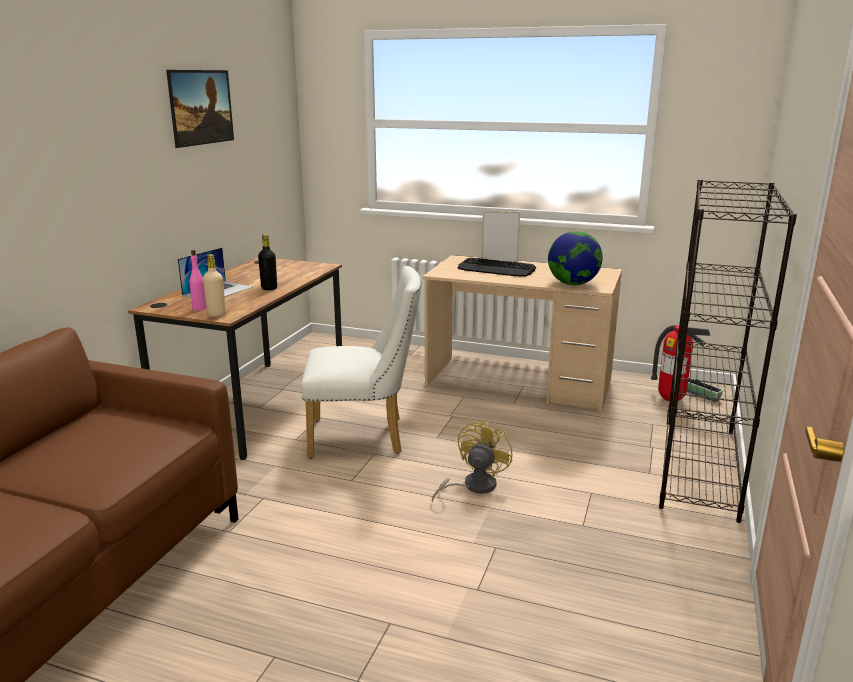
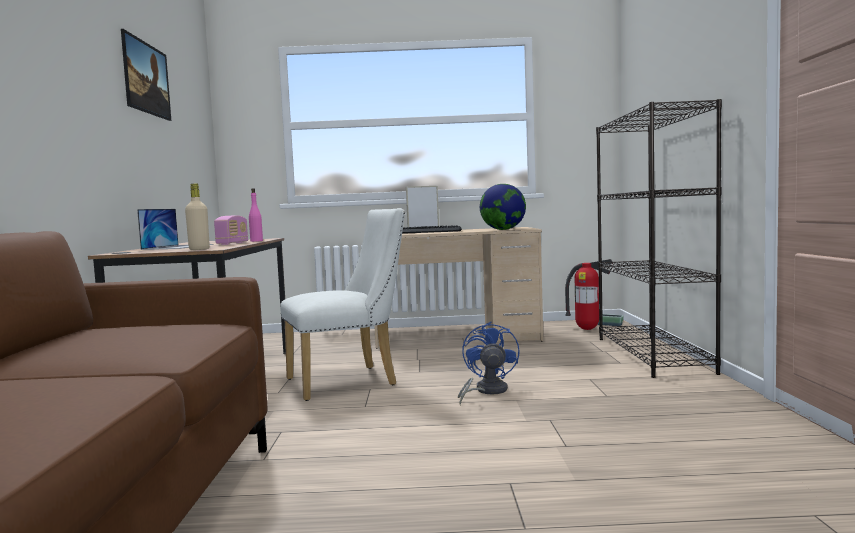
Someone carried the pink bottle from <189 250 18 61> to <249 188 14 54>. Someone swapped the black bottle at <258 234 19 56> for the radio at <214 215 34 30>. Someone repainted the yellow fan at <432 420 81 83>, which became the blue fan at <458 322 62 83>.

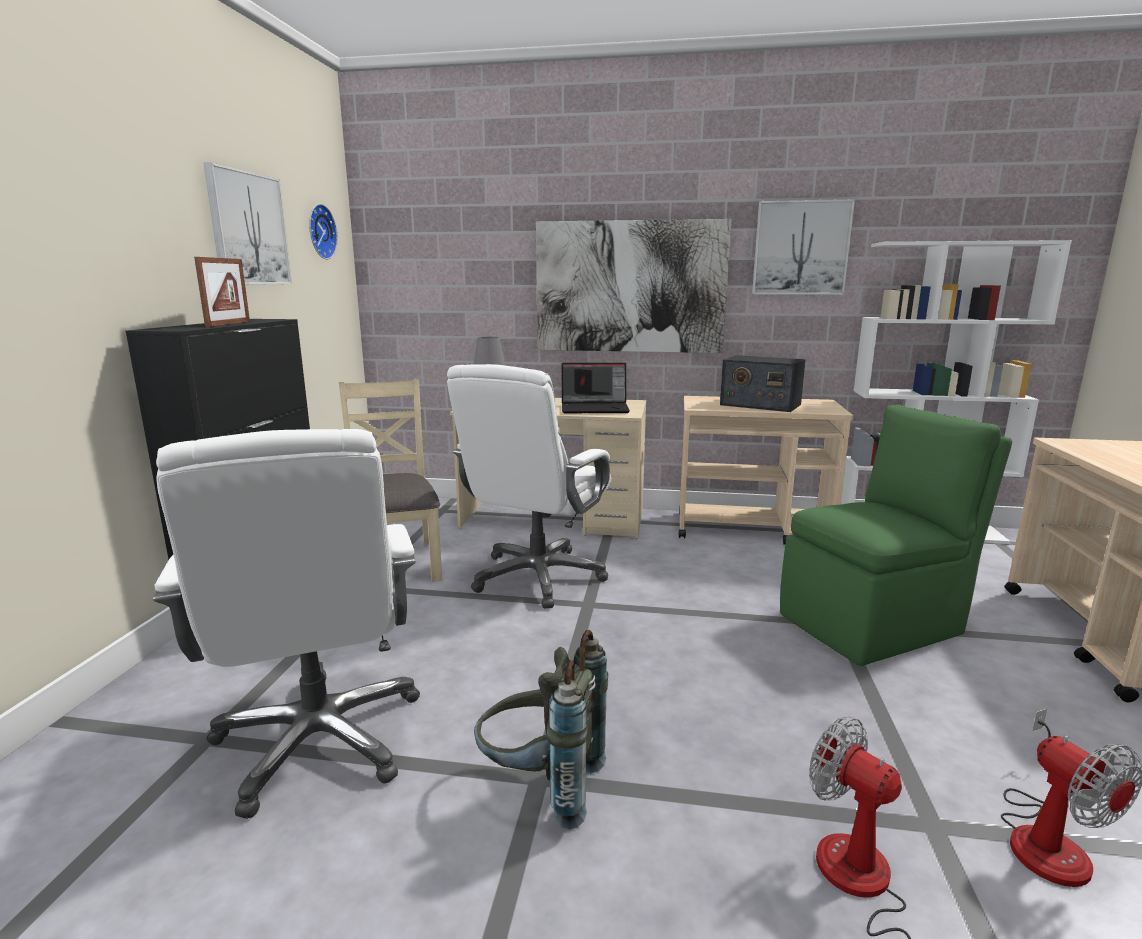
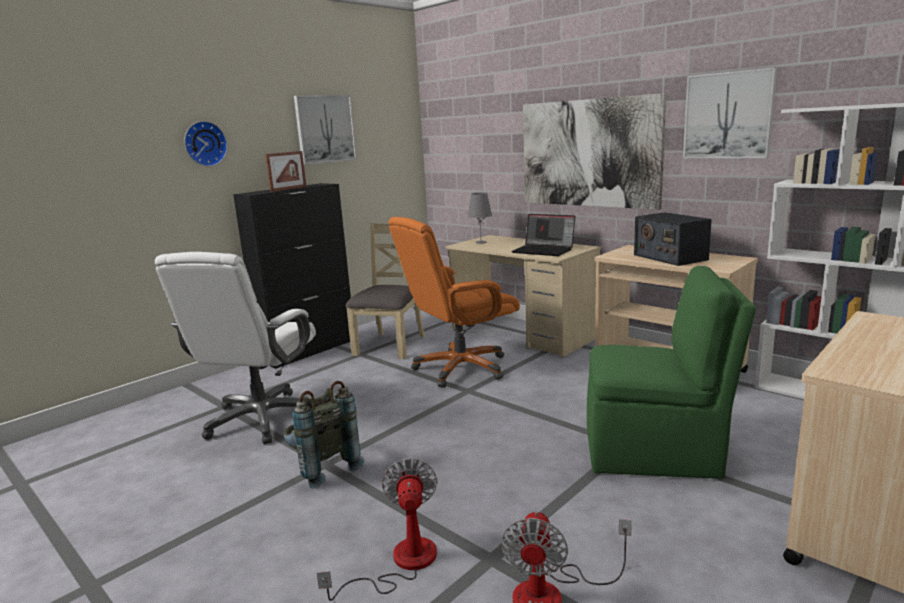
Someone carried the wall clock from <309 204 29 55> to <184 121 44 45>. Someone repainted the white office chair at <447 364 164 245>, which became the orange office chair at <388 217 132 171>.

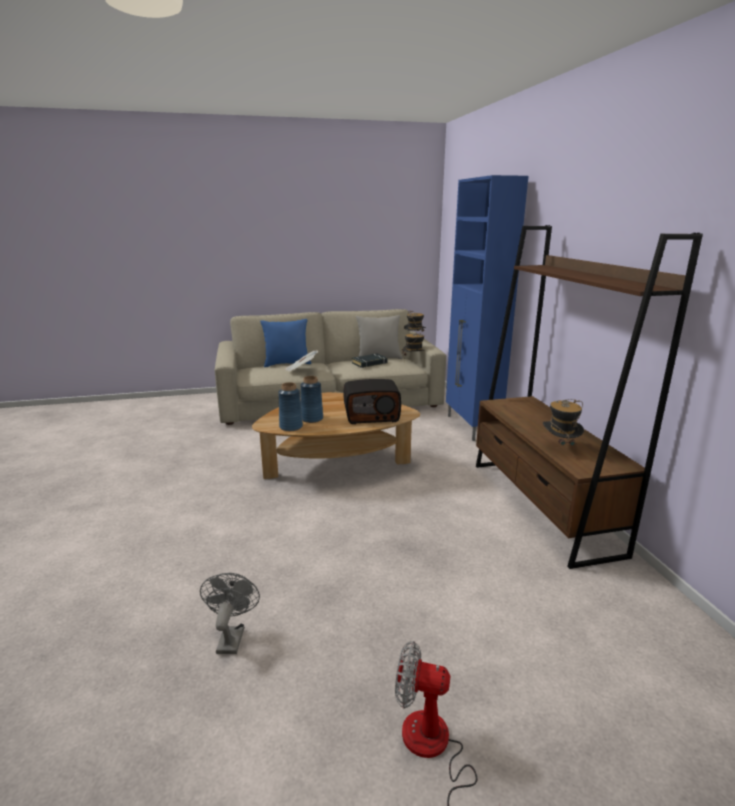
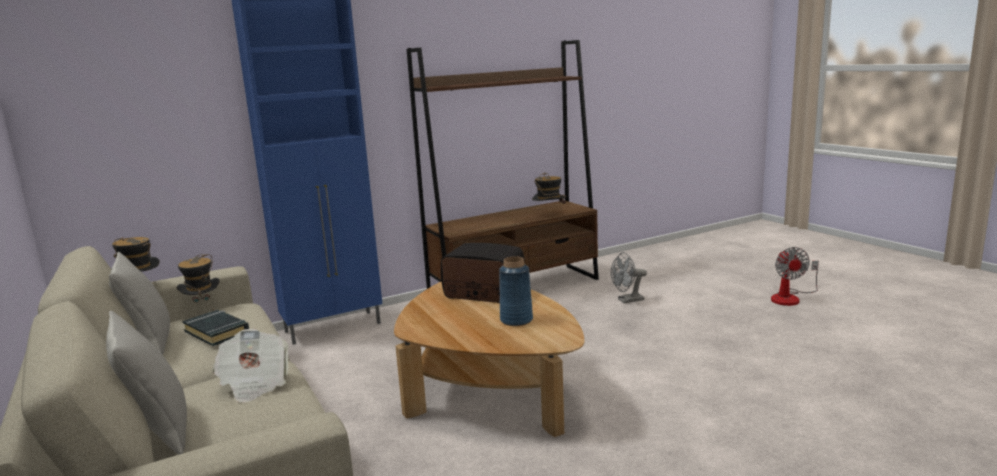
Someone carried the grey fan from <200 573 60 81> to <611 252 36 51>. Someone repainted the blue pillow at <260 319 51 48>, which became the grey pillow at <106 311 81 144>. Someone took away the blue vase at <278 382 25 49>. Someone rotated the radio at <344 379 57 45> by 45 degrees counterclockwise.

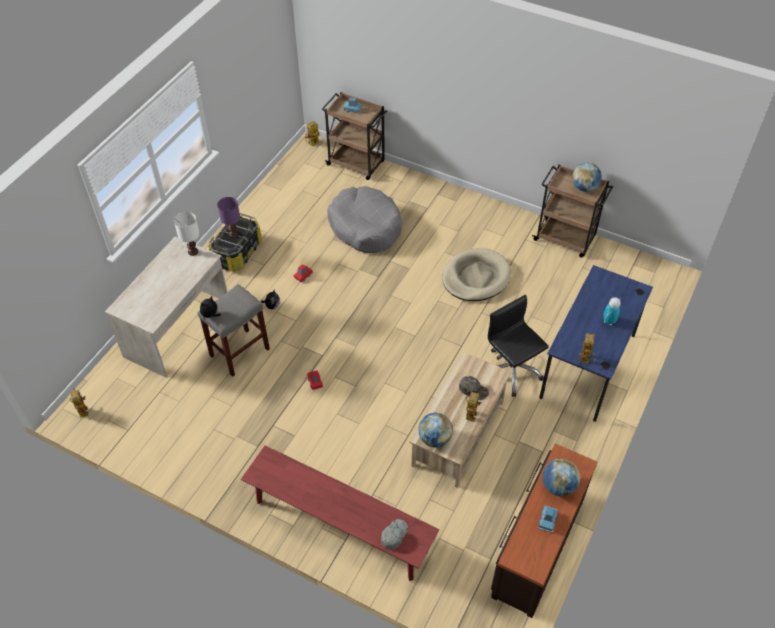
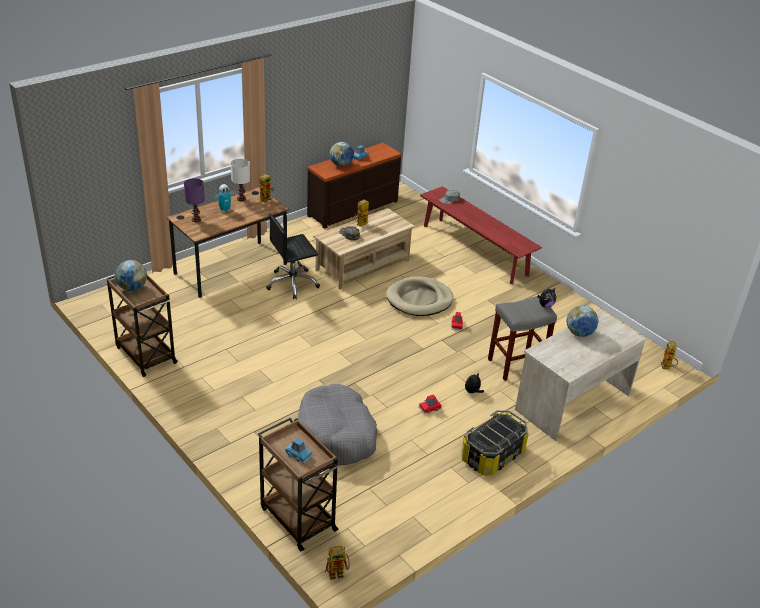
Someone carried the white table lamp from <174 212 26 44> to <231 159 19 42>. Someone carried the purple table lamp from <217 197 23 41> to <184 178 21 44>. Someone carried the globe from <419 413 34 35> to <566 305 33 32>. Someone carried the beige dog bed from <442 248 69 53> to <386 276 68 40>. Someone rotated the black office chair at <488 295 61 102> by 75 degrees clockwise. Someone repainted the blue desk at <539 265 114 157>, which became the brown desk at <167 187 122 111>.

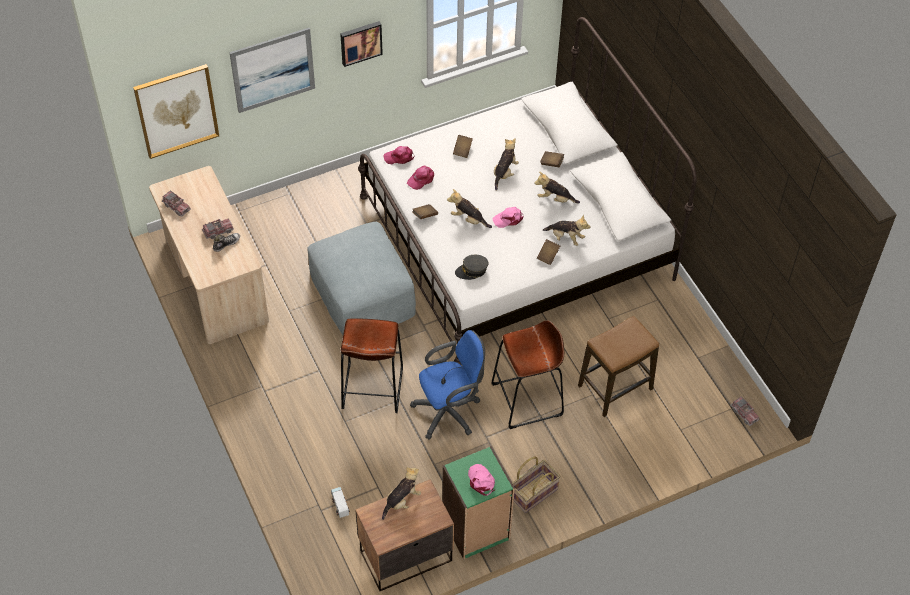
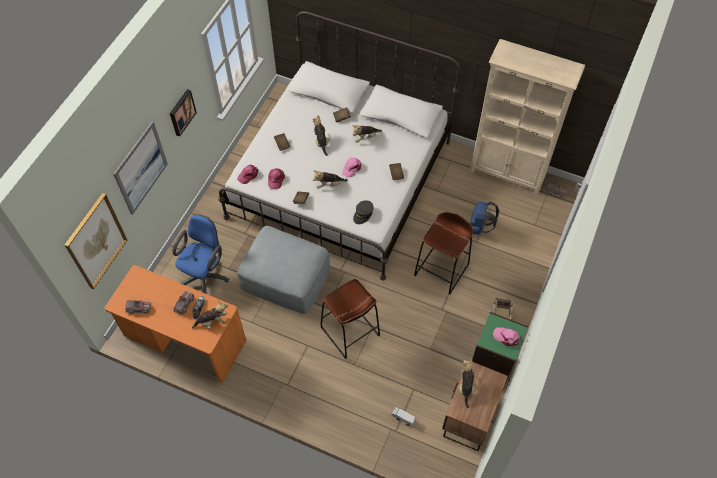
Someone repainted the beige desk at <149 166 120 178>, which became the orange desk at <105 265 141 118>. Someone carried the blue office chair from <410 330 75 110> to <173 214 56 80>. Someone carried the plush toy from <542 215 49 31> to <192 301 36 28>. Someone swapped the stool at <578 316 81 101> for the blue backpack at <470 202 29 33>. Someone put down the beige bookcase at <470 39 115 156>.

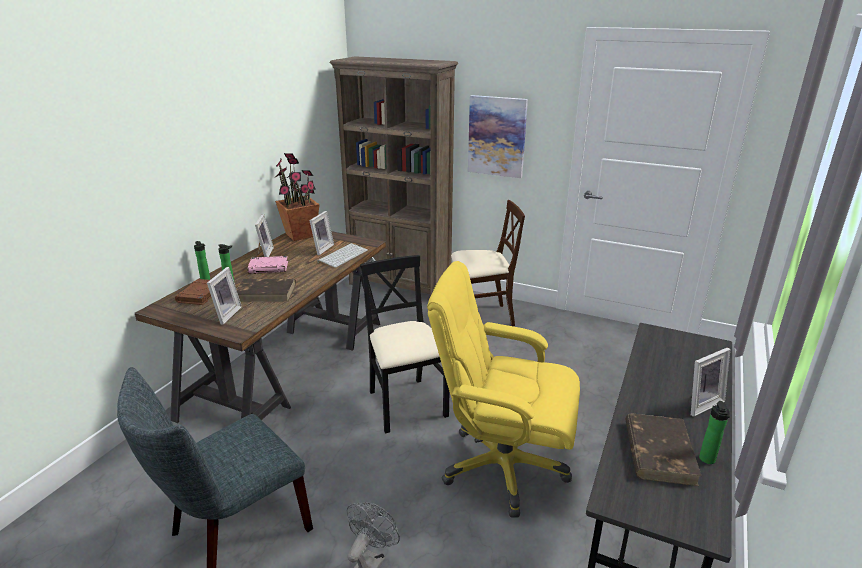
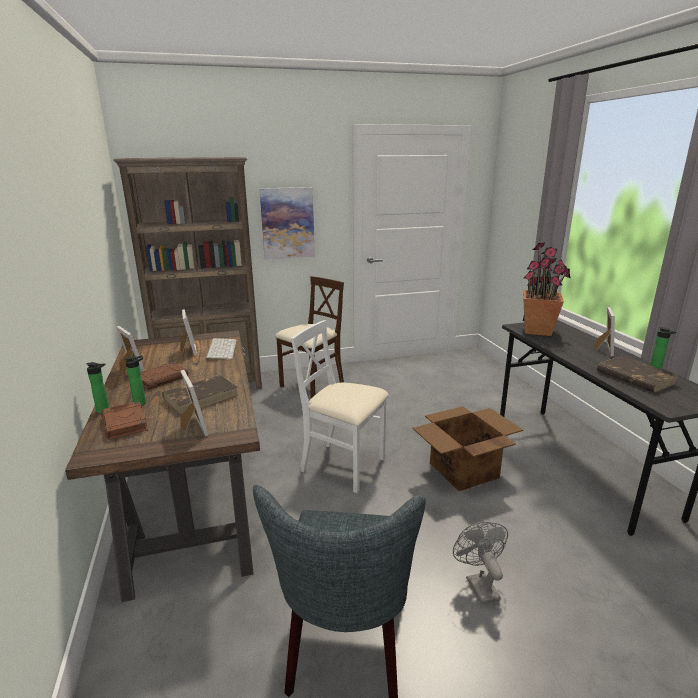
Someone repainted the pink book at <247 256 41 18>, which became the brown book at <140 362 48 28>. Someone carried the potted plant from <274 153 46 88> to <523 242 47 94>. Someone repainted the black chair at <360 255 89 179>, which became the white chair at <291 320 98 173>. Someone swapped the yellow office chair at <427 261 153 257> for the cardboard box at <413 406 110 85>.

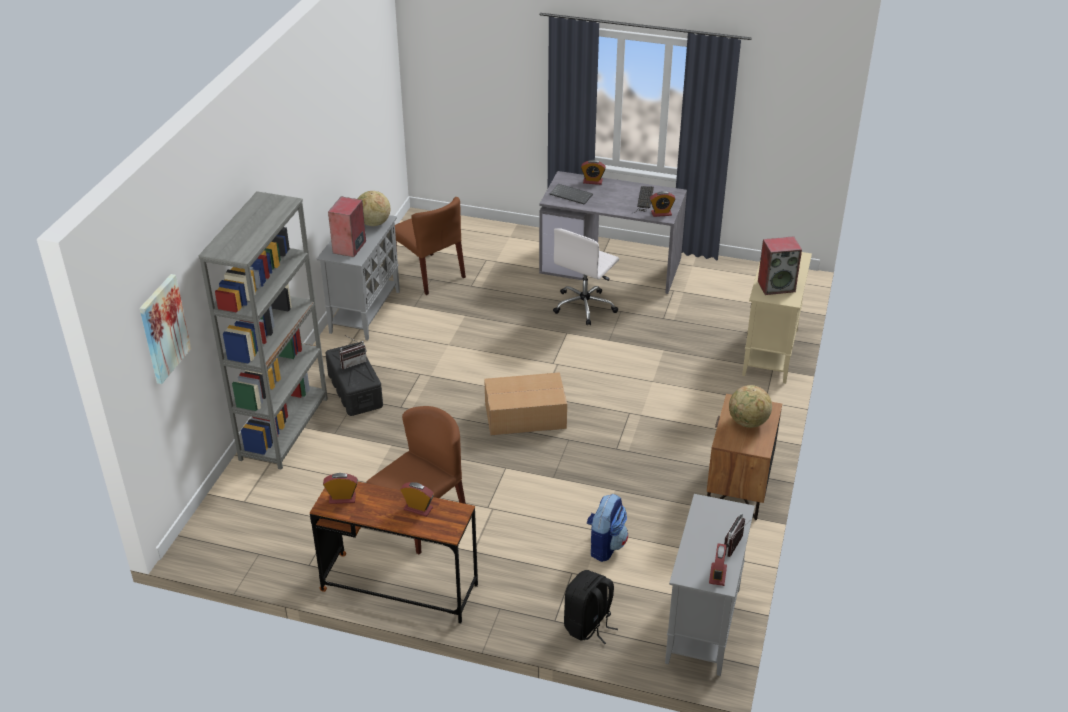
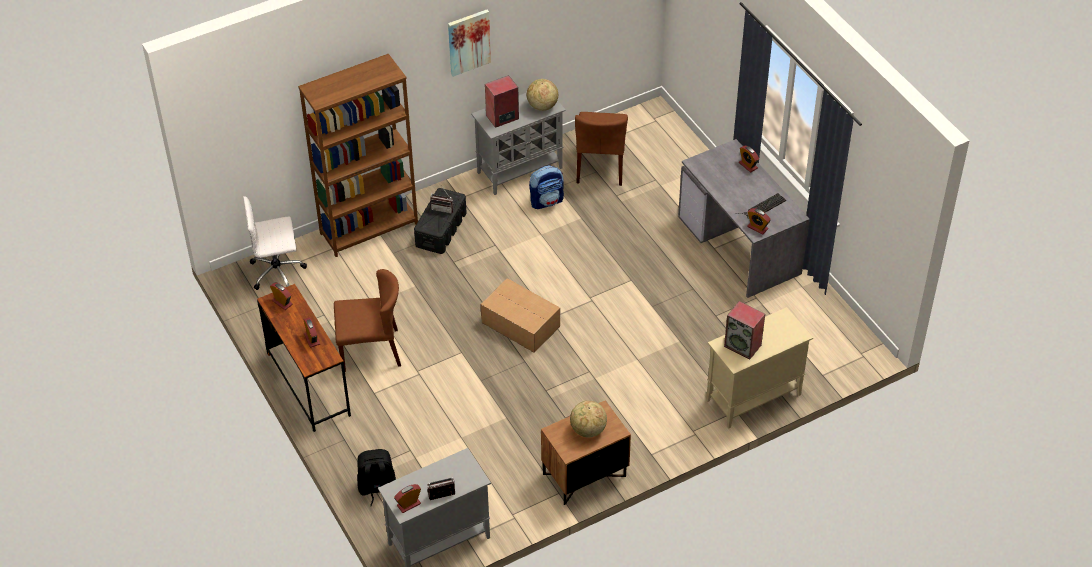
Someone carried the picture from <139 274 52 110> to <448 10 43 67>. Someone repainted the grey bookcase at <199 191 129 279>, which became the brown bookcase at <298 54 120 203>. Someone took away the keyboard at <550 184 43 21>. Someone carried the white office chair from <553 228 66 97> to <243 196 64 94>. Someone carried the backpack from <587 494 41 68> to <529 165 35 44>.

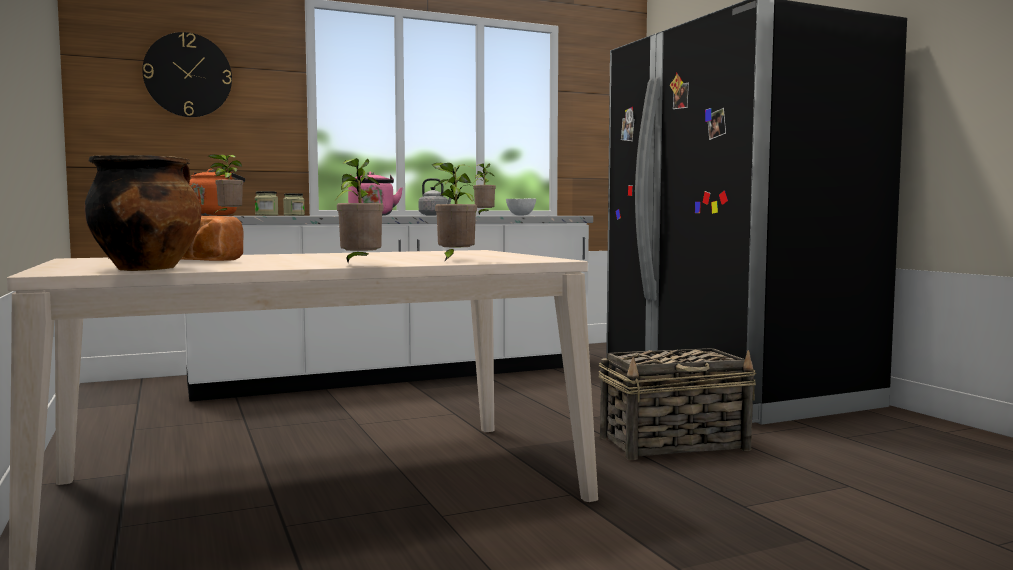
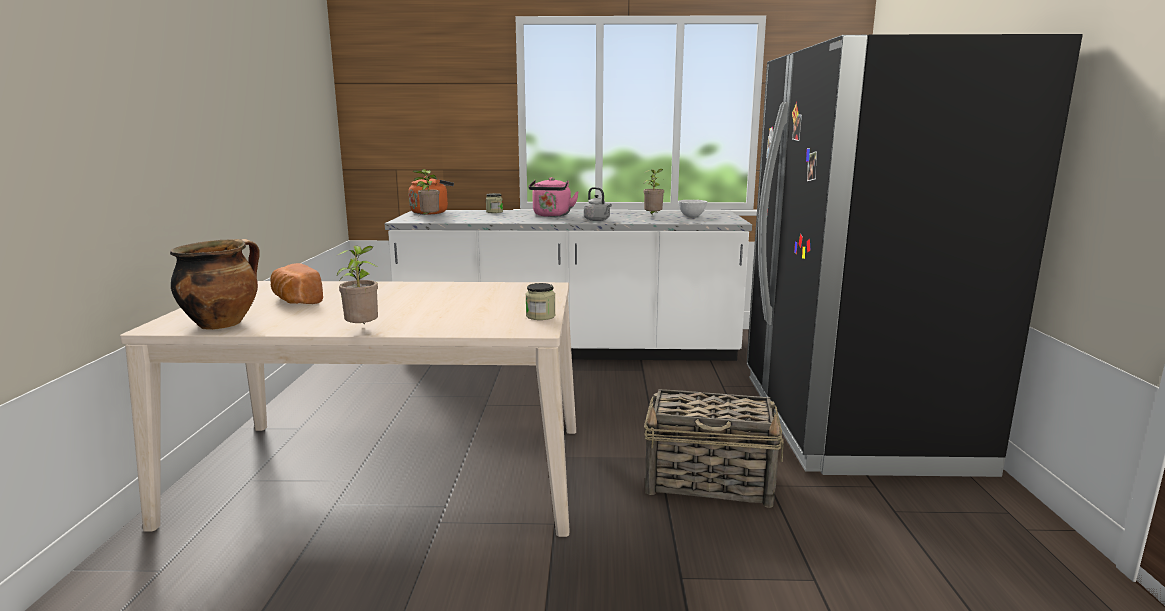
Someone took away the wall clock at <142 32 90 85>. Someone carried the jar from <255 191 23 25> to <525 283 31 37>. Someone took away the potted plant at <432 163 46 99>.

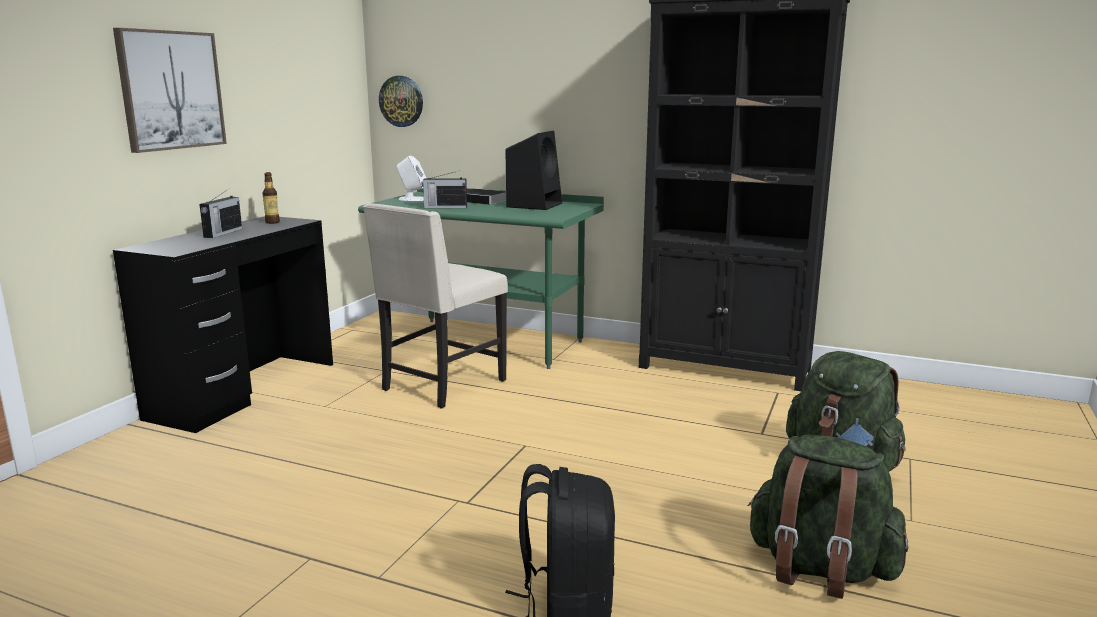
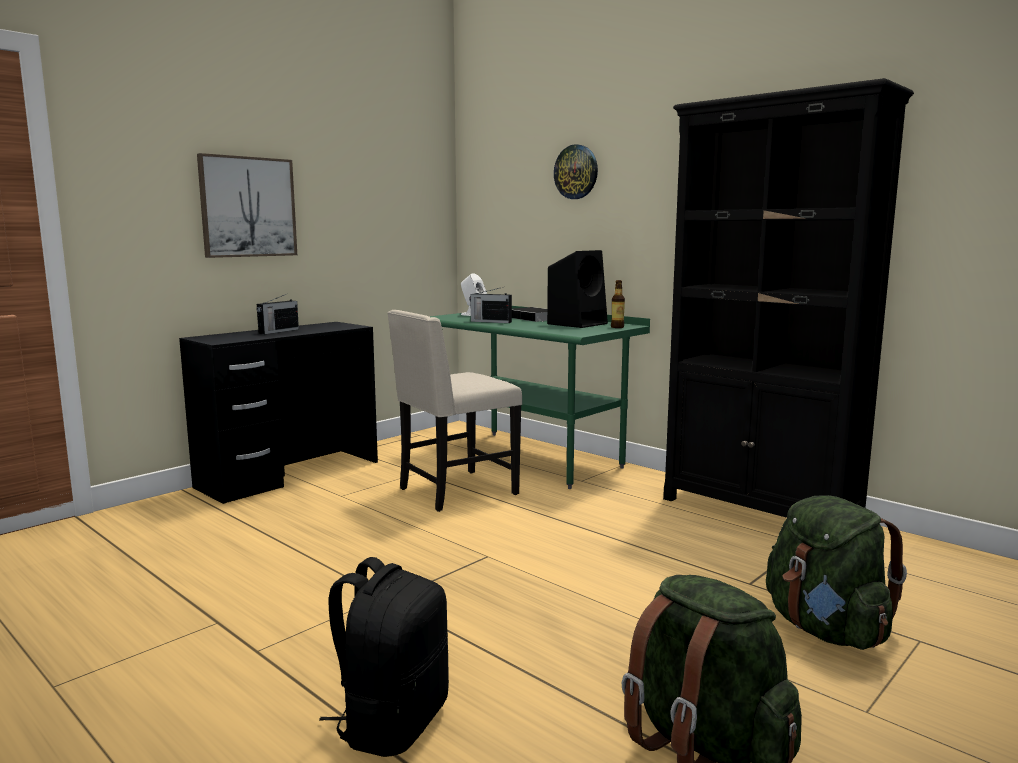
Someone carried the bottle from <262 172 18 52> to <611 280 14 48>. Someone carried the wall clock from <379 76 44 51> to <554 144 44 55>.

